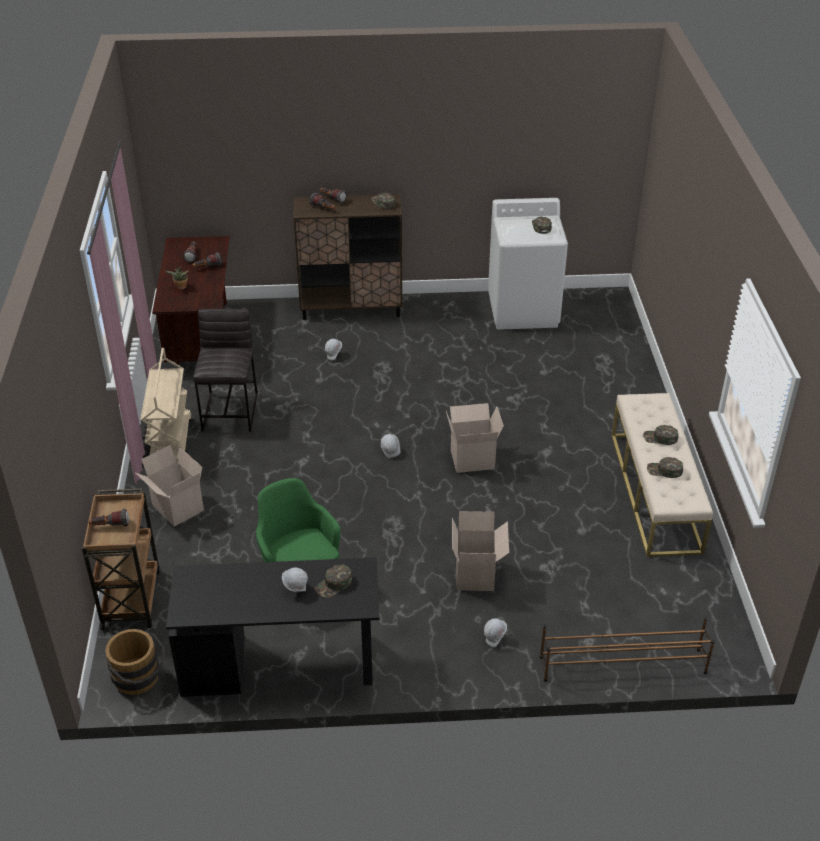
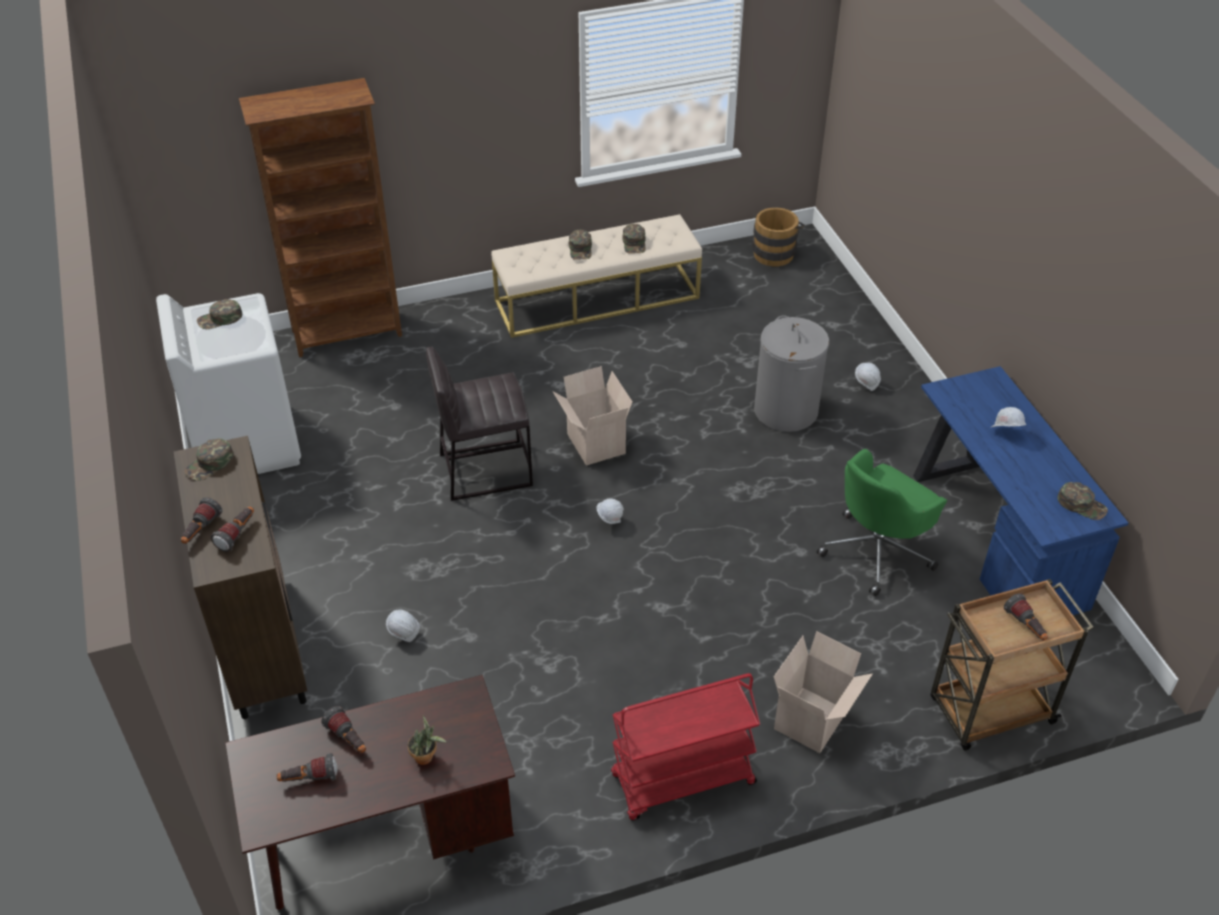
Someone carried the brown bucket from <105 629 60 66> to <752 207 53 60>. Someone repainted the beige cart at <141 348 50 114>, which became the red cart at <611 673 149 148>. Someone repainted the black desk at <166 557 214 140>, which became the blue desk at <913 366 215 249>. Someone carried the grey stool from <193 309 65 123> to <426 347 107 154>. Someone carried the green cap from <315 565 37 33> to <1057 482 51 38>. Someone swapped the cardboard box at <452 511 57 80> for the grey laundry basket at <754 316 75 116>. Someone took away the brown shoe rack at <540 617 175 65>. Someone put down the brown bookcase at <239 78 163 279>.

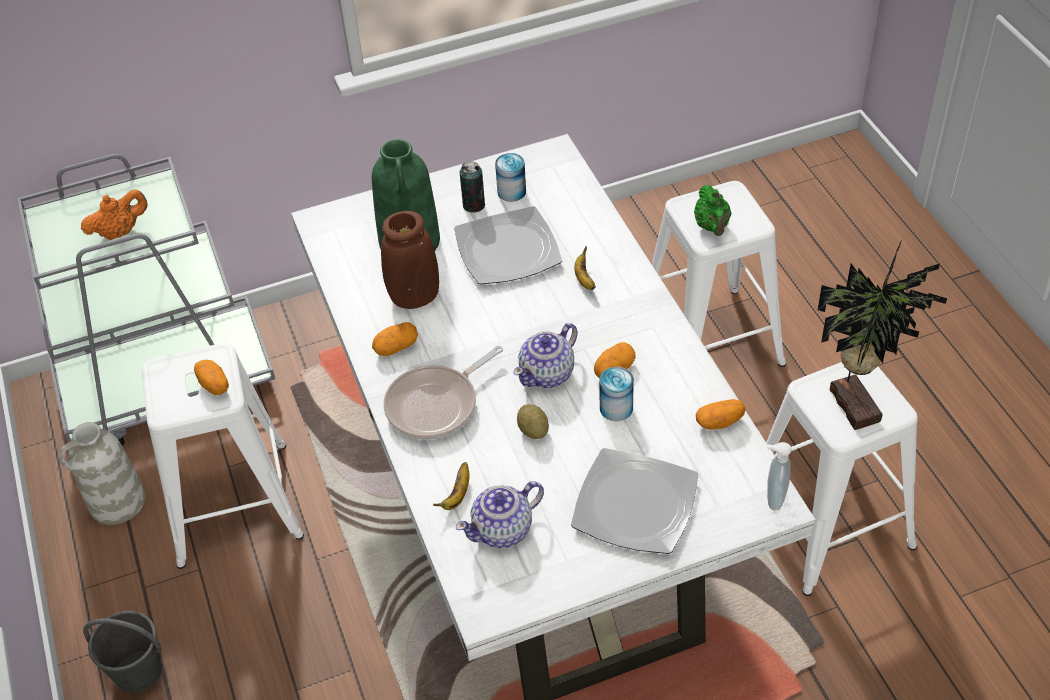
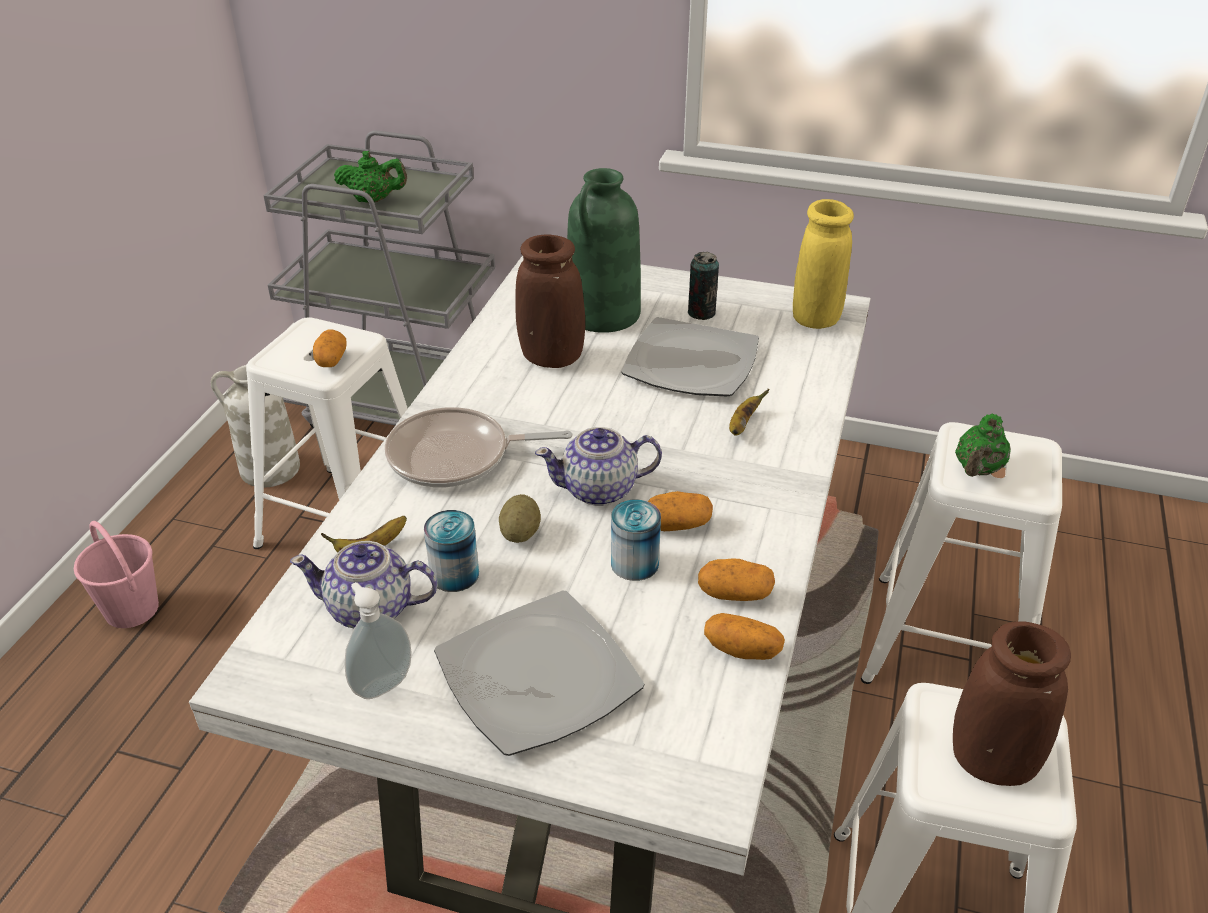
Someone repainted the orange teapot at <81 189 66 51>, which became the green teapot at <334 151 73 52>. Someone repainted the grey bucket at <83 611 79 82>, which became the pink bucket at <74 521 85 107>. Someone carried the potato from <372 322 46 34> to <698 558 77 43>. Someone carried the can from <495 153 31 49> to <424 510 55 82>. Someone carried the soap dispenser from <767 442 25 69> to <345 582 67 117>. Someone swapped the potted plant at <818 239 129 191> for the brown vase at <953 621 118 165>. Someone put down the yellow vase at <793 199 61 130>.

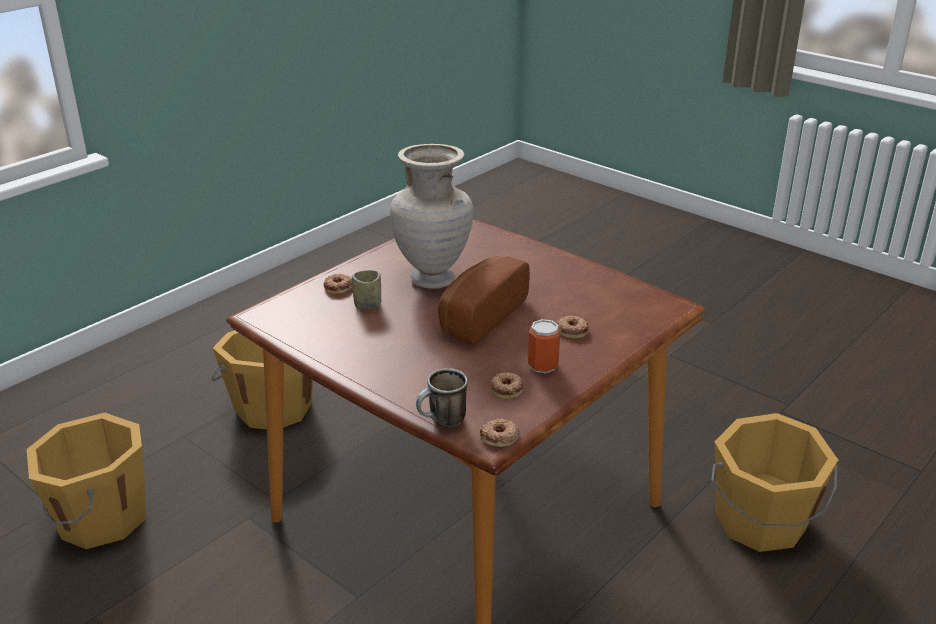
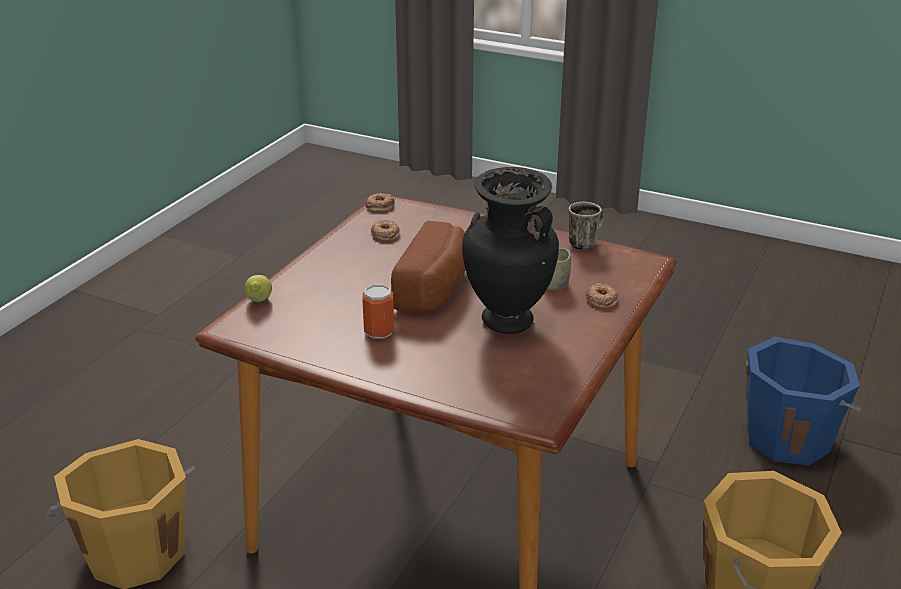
Someone repainted the orange bucket at <27 413 119 136>, which became the blue bucket at <745 337 116 129>. Someone repainted the beige vase at <390 144 83 145>, which became the black vase at <462 167 97 167>. Someone carried the mug from <416 368 52 60> to <568 202 36 48>. Someone carried the can from <528 319 32 54> to <362 284 32 55>. Someone took away the donut at <556 316 33 22>. Someone put down the lemon at <245 275 27 27>.

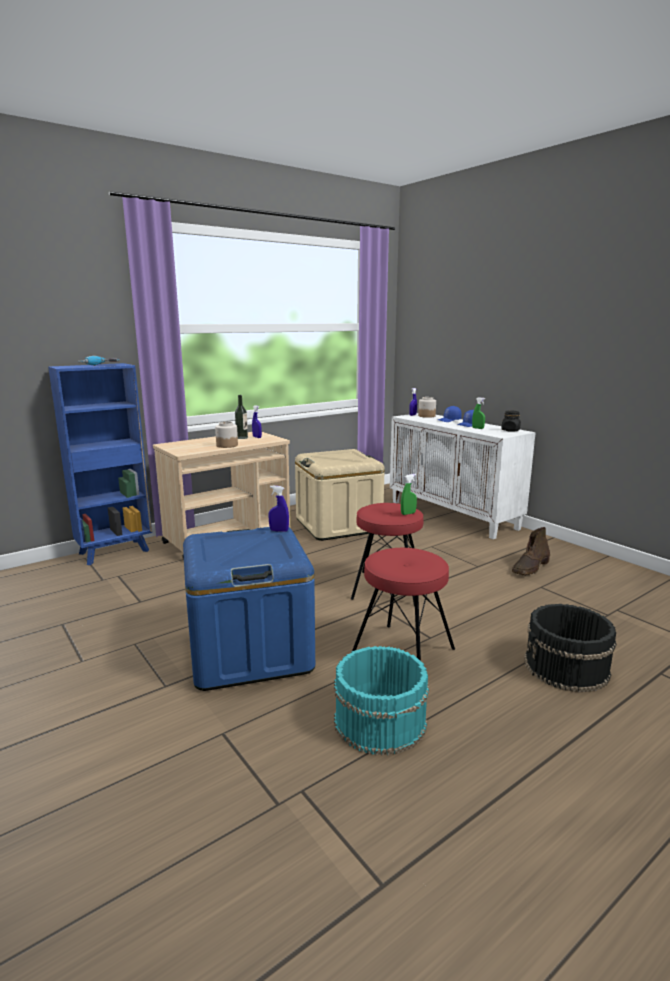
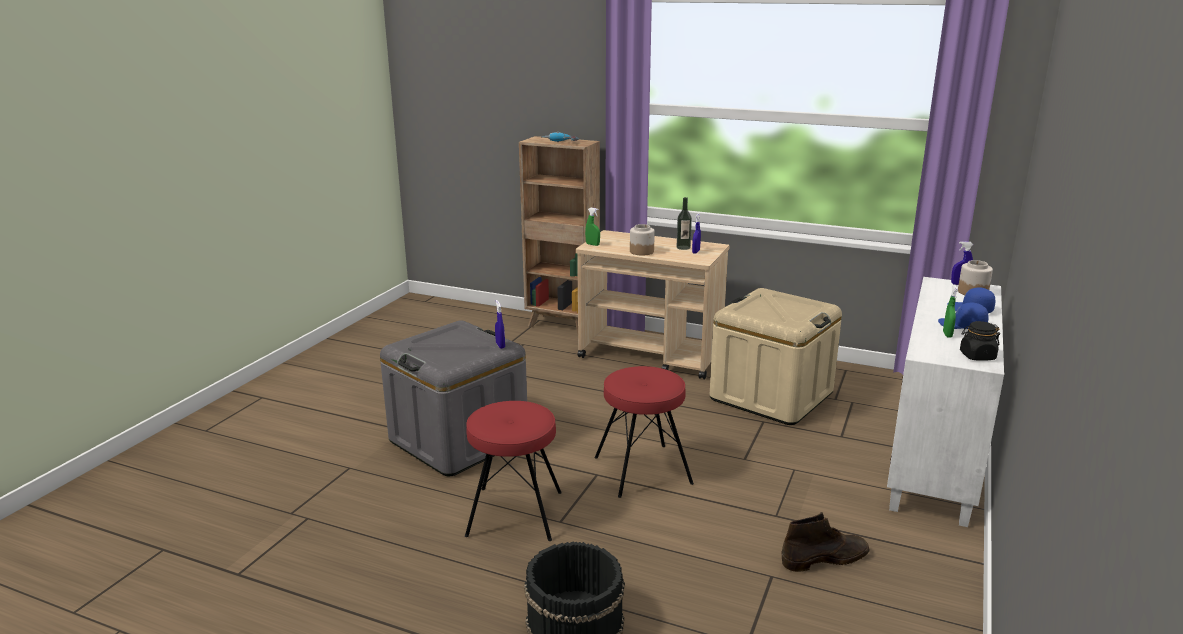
Someone repainted the blue bookcase at <48 363 104 202>, which became the brown bookcase at <519 136 81 198>. Someone repainted the blue storage box at <183 527 132 164>, which became the grey storage box at <380 320 147 156>. Someone took away the turquoise bucket at <334 646 95 110>. Someone carried the green spray bottle from <401 474 16 41> to <585 208 15 38>. Someone rotated the brown boot at <512 527 38 48> by 150 degrees clockwise.

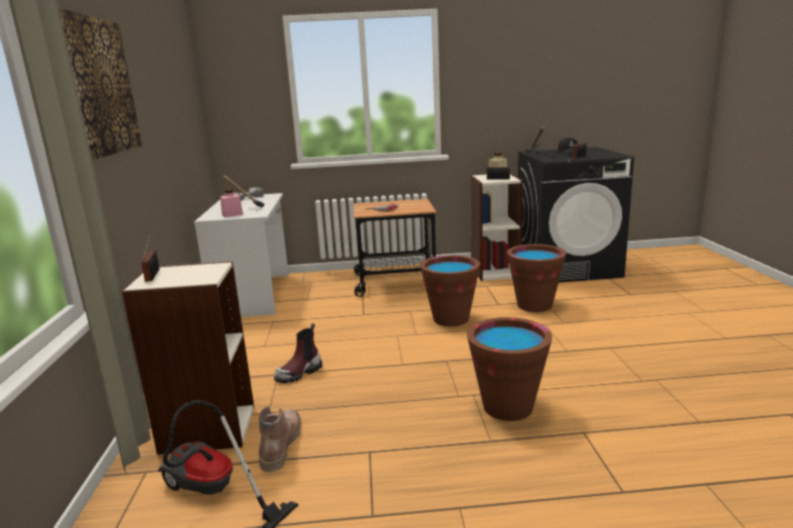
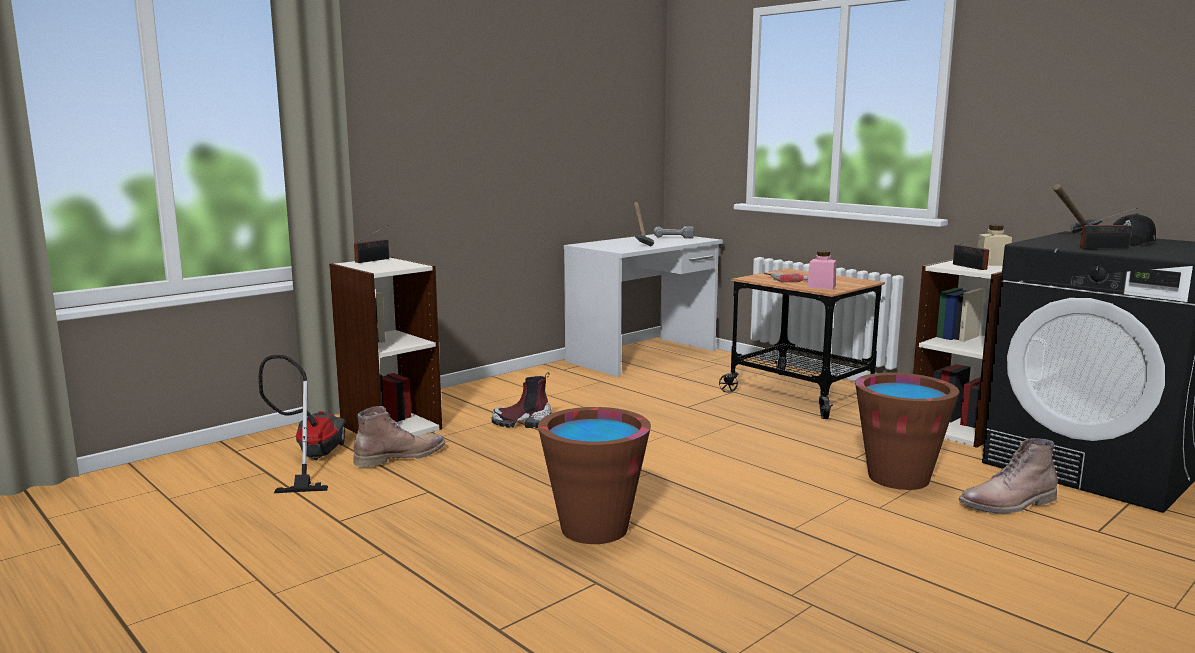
Someone took away the picture at <59 8 83 152>. Someone carried the pink jar from <220 189 23 28> to <807 251 29 38>. Someone took away the brown bucket at <420 255 60 72>. Someone put down the brown boot at <959 438 99 76>.

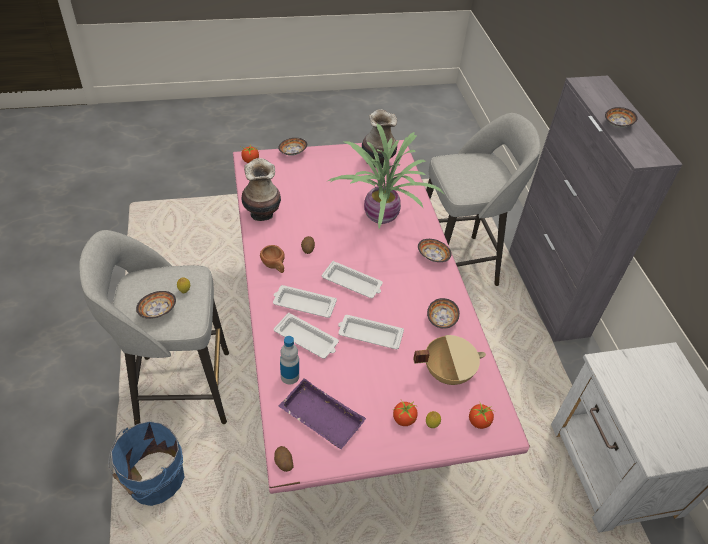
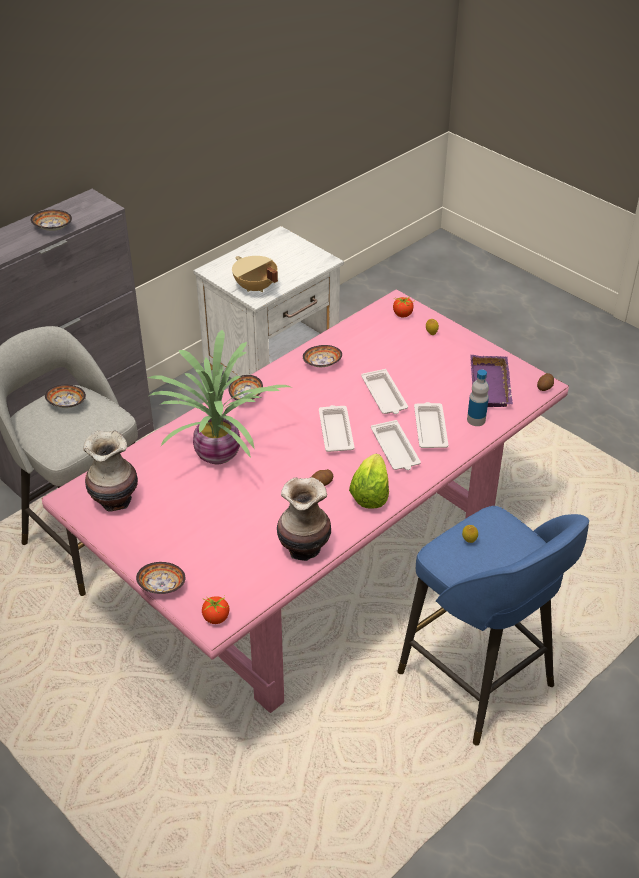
Someone repainted the grey stool at <79 230 150 195>, which became the blue stool at <398 506 191 240>. Someone took away the blue bucket at <108 421 77 85>. Someone carried the bowl from <136 291 40 28> to <45 385 41 23>. Someone swapped the brown cup at <260 245 25 28> for the lettuce at <349 454 40 55>. Someone took away the tomato at <393 400 25 26>. Someone carried the beige cooking pot from <413 335 73 50> to <232 256 46 36>.

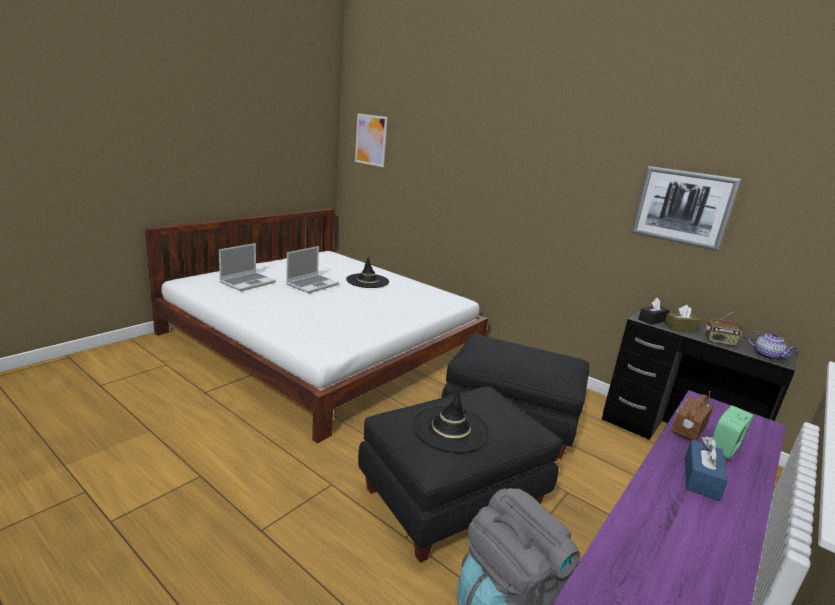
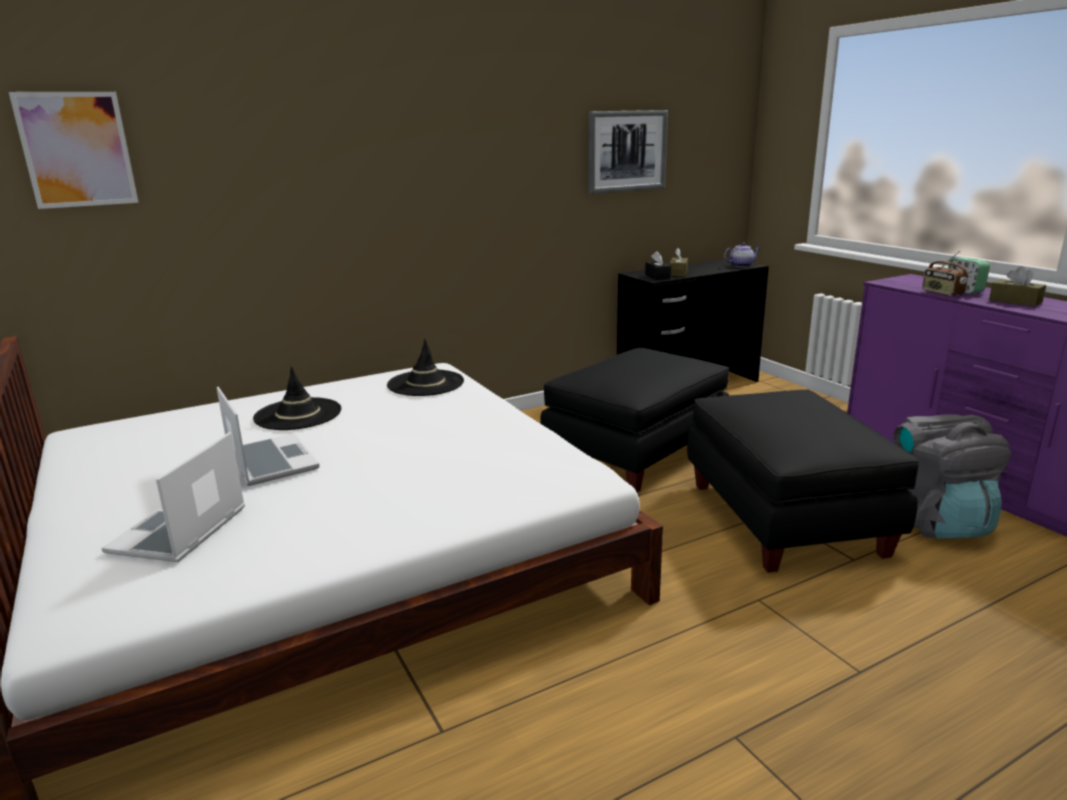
Someone rotated the laptop at <219 243 57 48> by 135 degrees counterclockwise. Someone carried the black hat from <412 389 78 64> to <387 339 77 57>. Someone repainted the blue tissue box at <685 437 43 64>, which became the brown tissue box at <989 266 57 41>. Someone took away the radio at <705 312 37 34>.

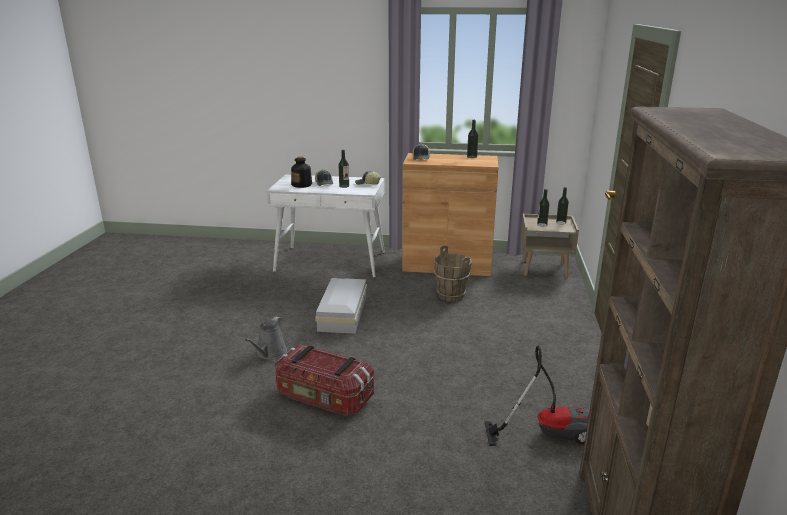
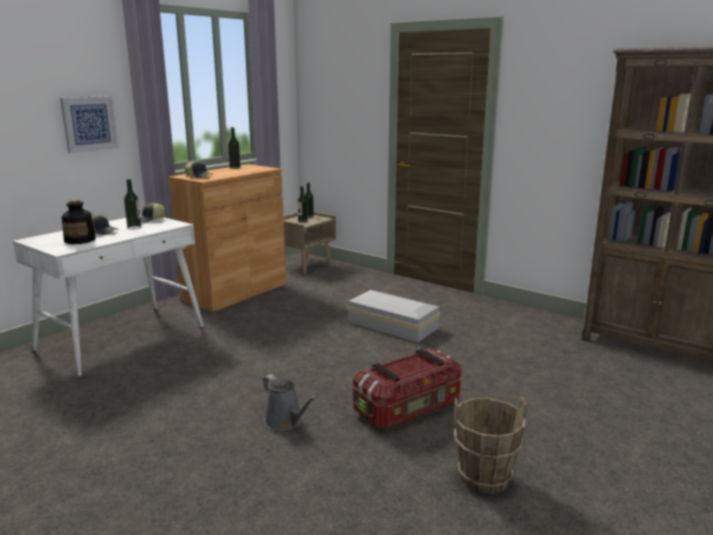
Someone carried the white storage box from <315 278 52 56> to <347 290 93 52>. Someone carried the brown bucket from <434 245 38 57> to <454 397 73 97>. Someone took away the vacuum cleaner at <485 345 104 101>. Someone put up the picture at <60 96 58 57>.

